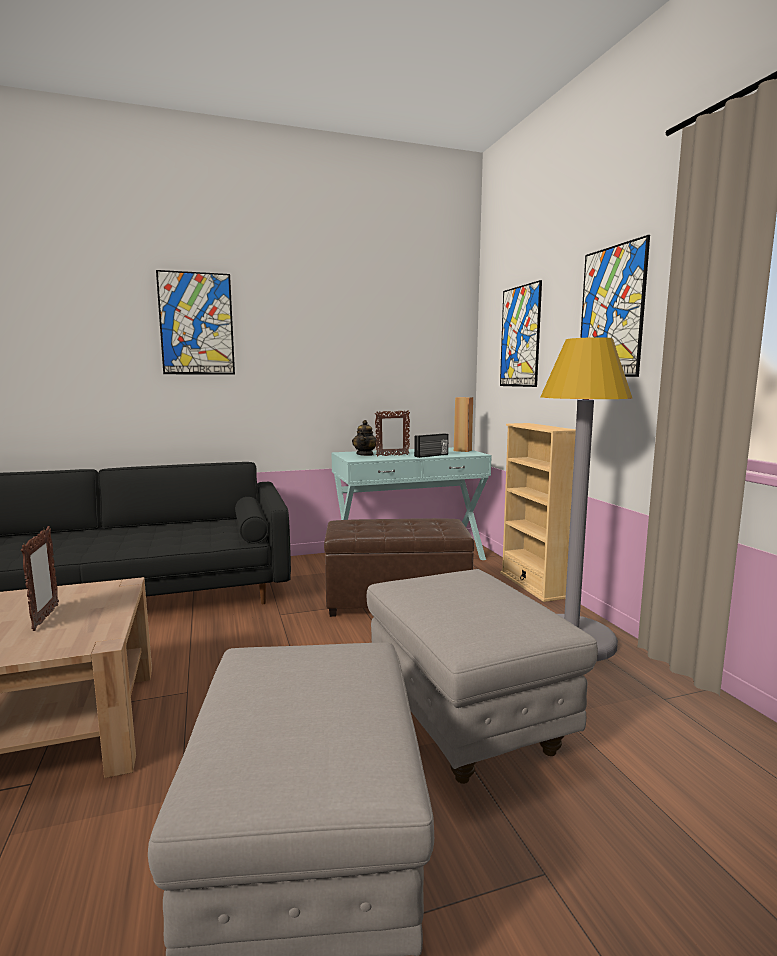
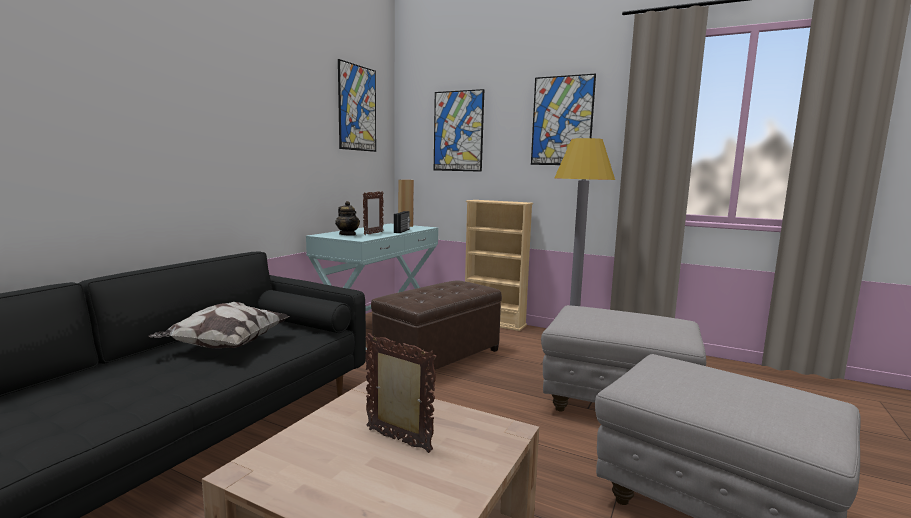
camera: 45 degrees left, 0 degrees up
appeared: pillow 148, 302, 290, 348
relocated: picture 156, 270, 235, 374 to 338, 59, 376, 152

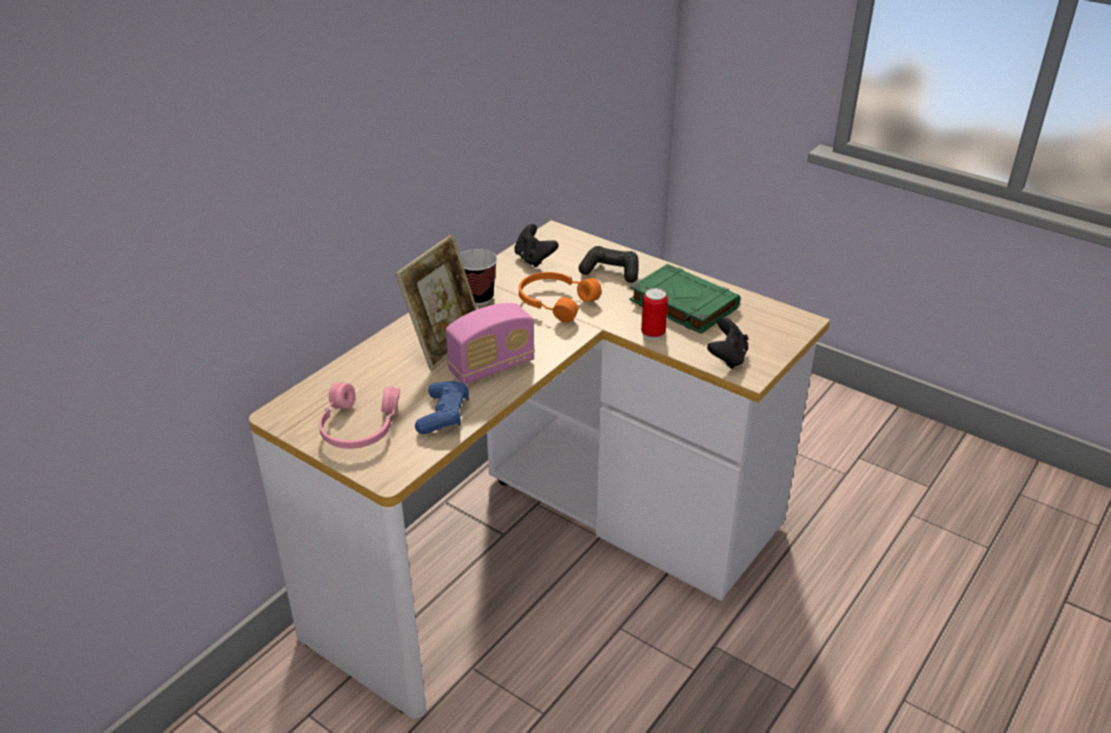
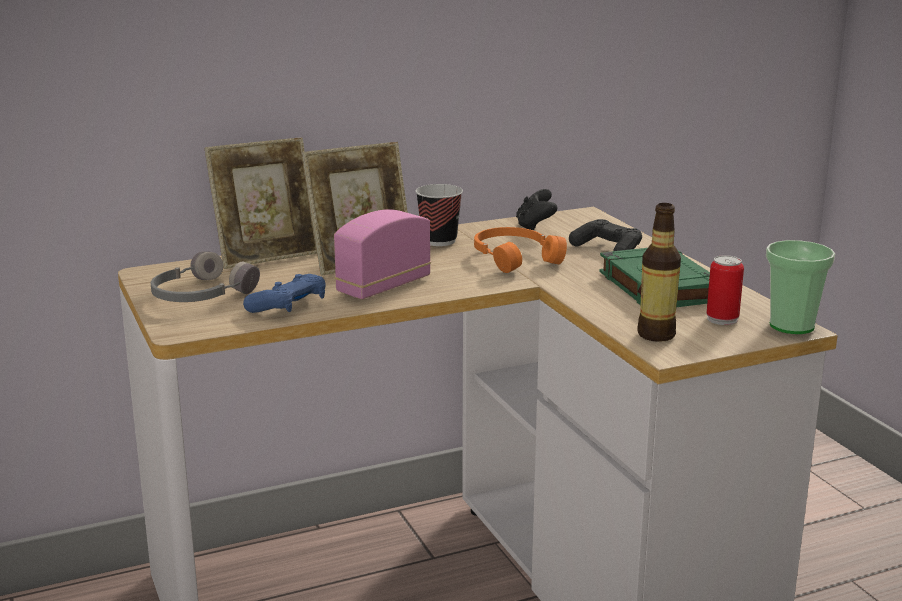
camera: 30 degrees right, 15 degrees down
appeared: picture_frame 204, 138, 317, 269; cup 766, 240, 835, 334
relocated: can 641, 288, 668, 340 to 707, 255, 744, 325
exchanged: black_game_controller 707, 317, 748, 369 to bottle 637, 203, 681, 342
colour: pink_headphones 319, 383, 400, 449 to grey_headphones 151, 251, 260, 302
spun: radio 446, 303, 535, 384 = 334, 209, 431, 299 135 degrees clockwise

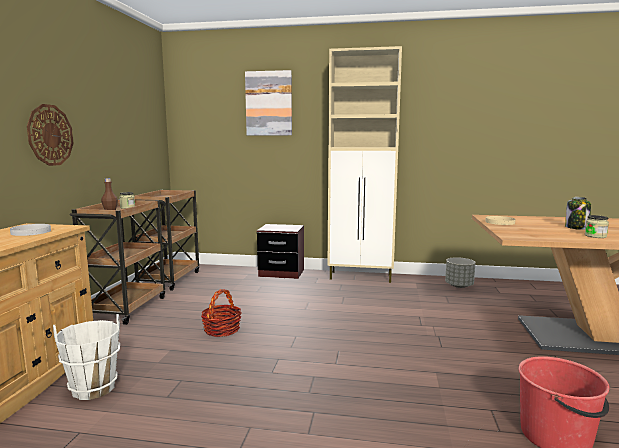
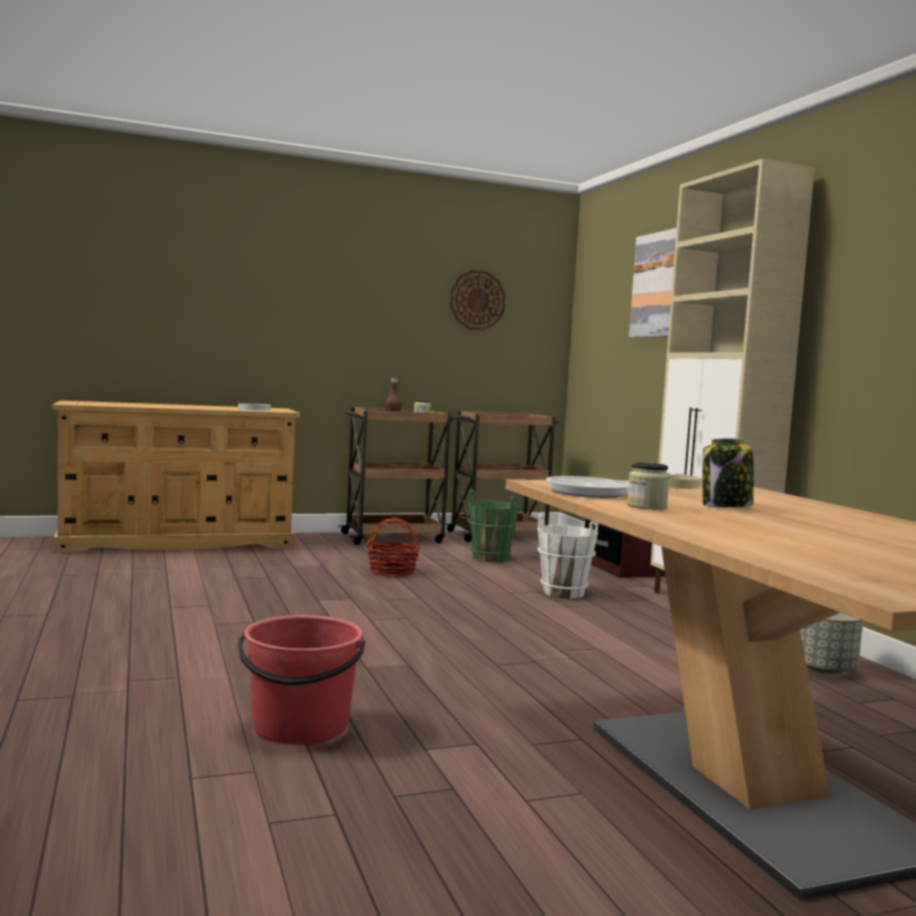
camera: 60 degrees right, 5 degrees down
appeared: green_bucket 468, 489, 520, 562; frying_pan 546, 473, 677, 498
relocated: wall_clock 27, 104, 73, 166 to 450, 270, 506, 331; white_bucket 53, 314, 120, 400 to 537, 513, 598, 599

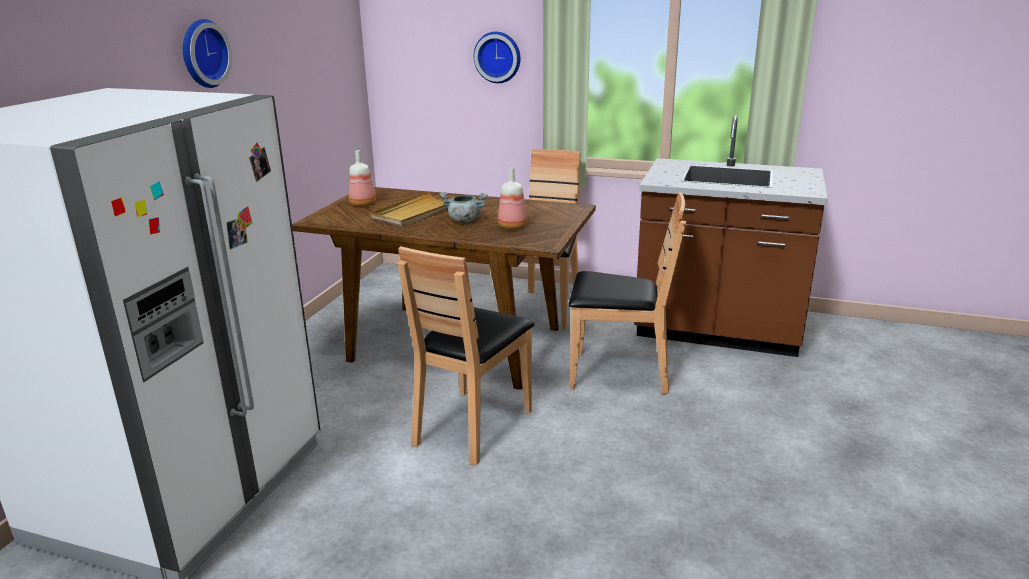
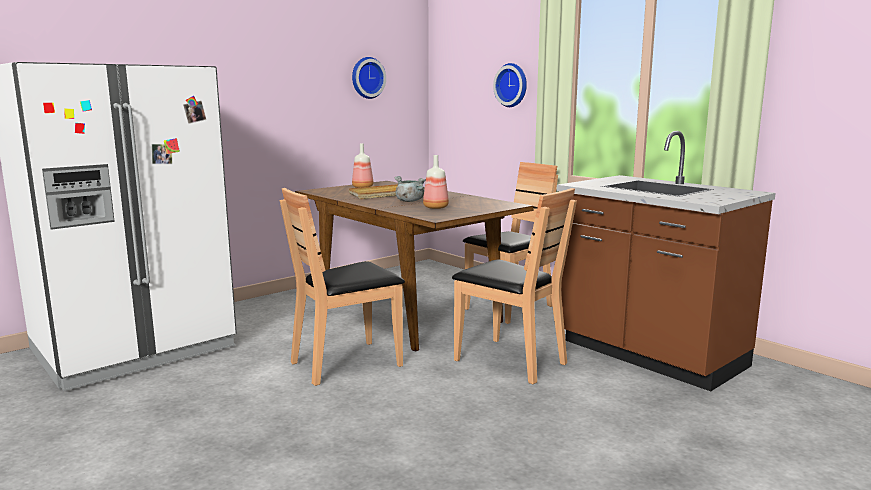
camera: 30 degrees right, 10 degrees down
relocated: wall_clock 183, 19, 232, 88 to 352, 57, 386, 99

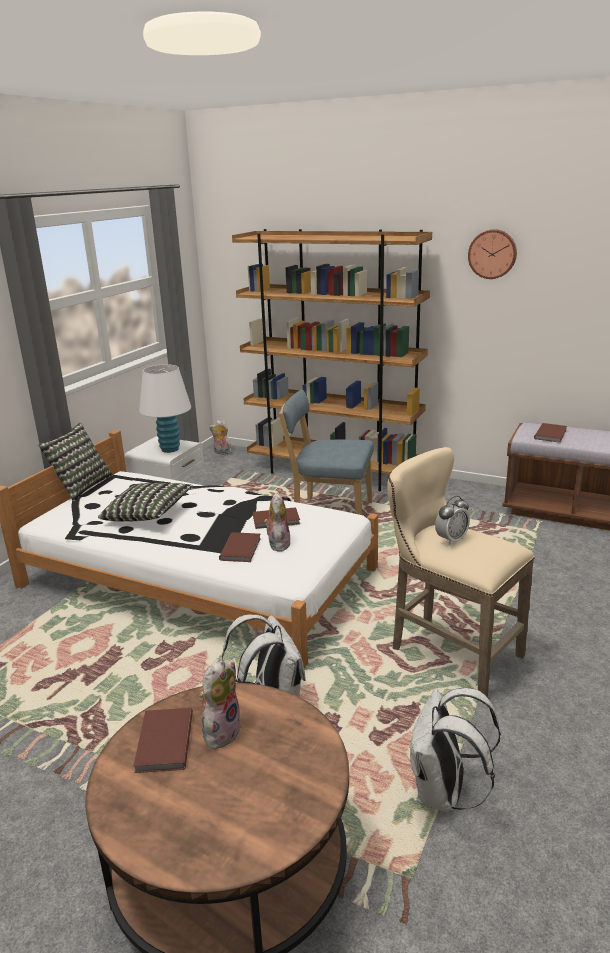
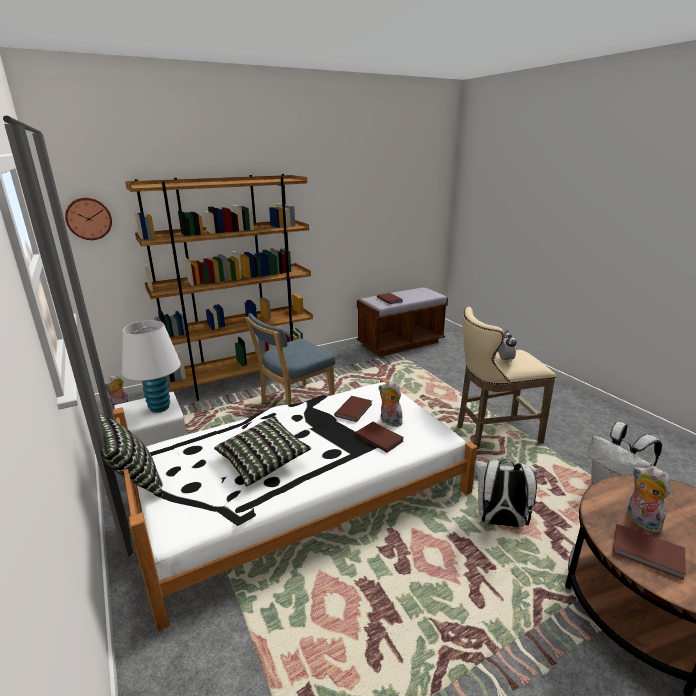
camera: 55 degrees left, 0 degrees up
relocated: wall_clock 468, 229, 517, 279 to 65, 198, 112, 240

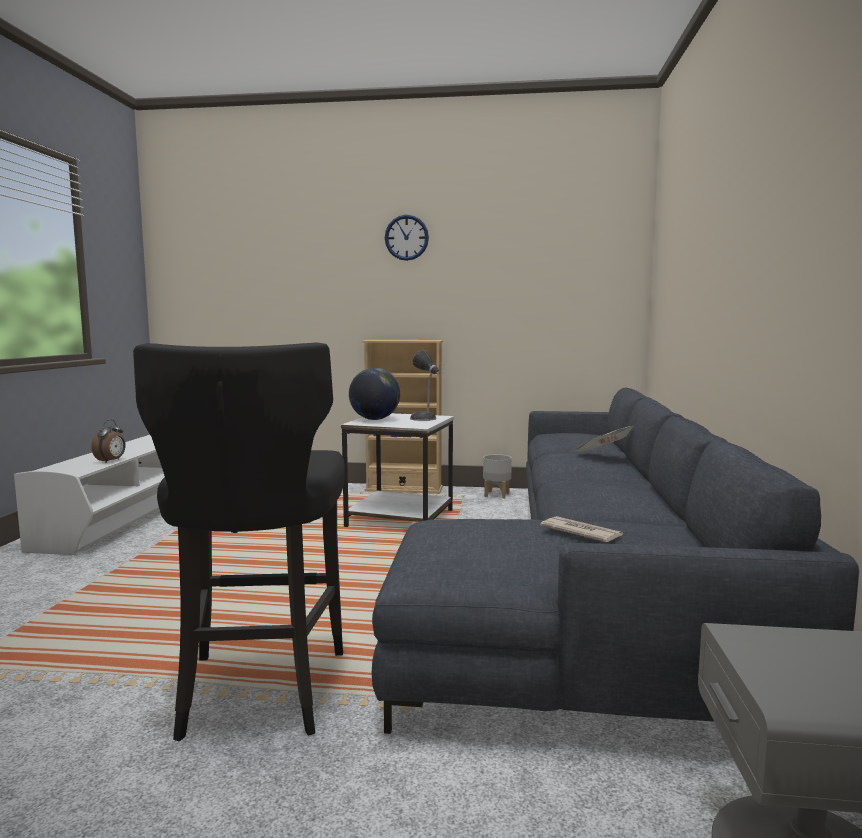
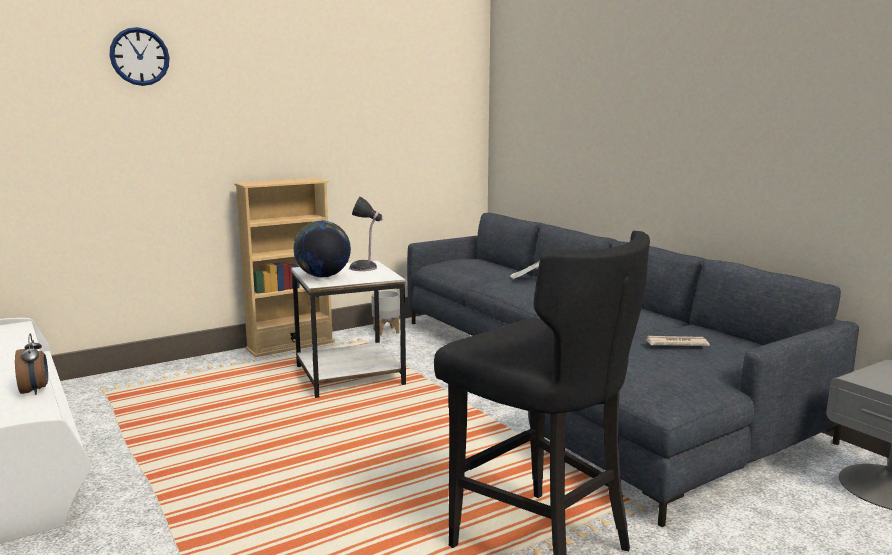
camera: 40 degrees left, 5 degrees up
relocated: wall_clock 385, 215, 429, 261 to 109, 27, 169, 86

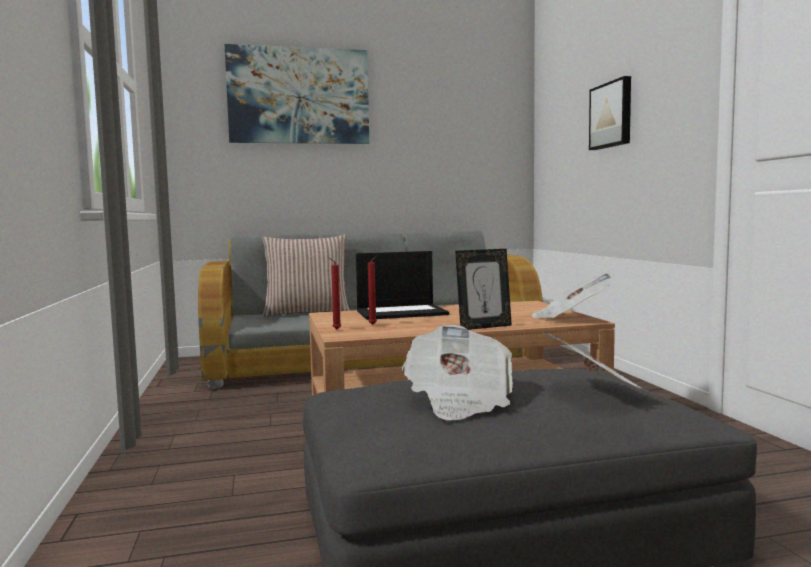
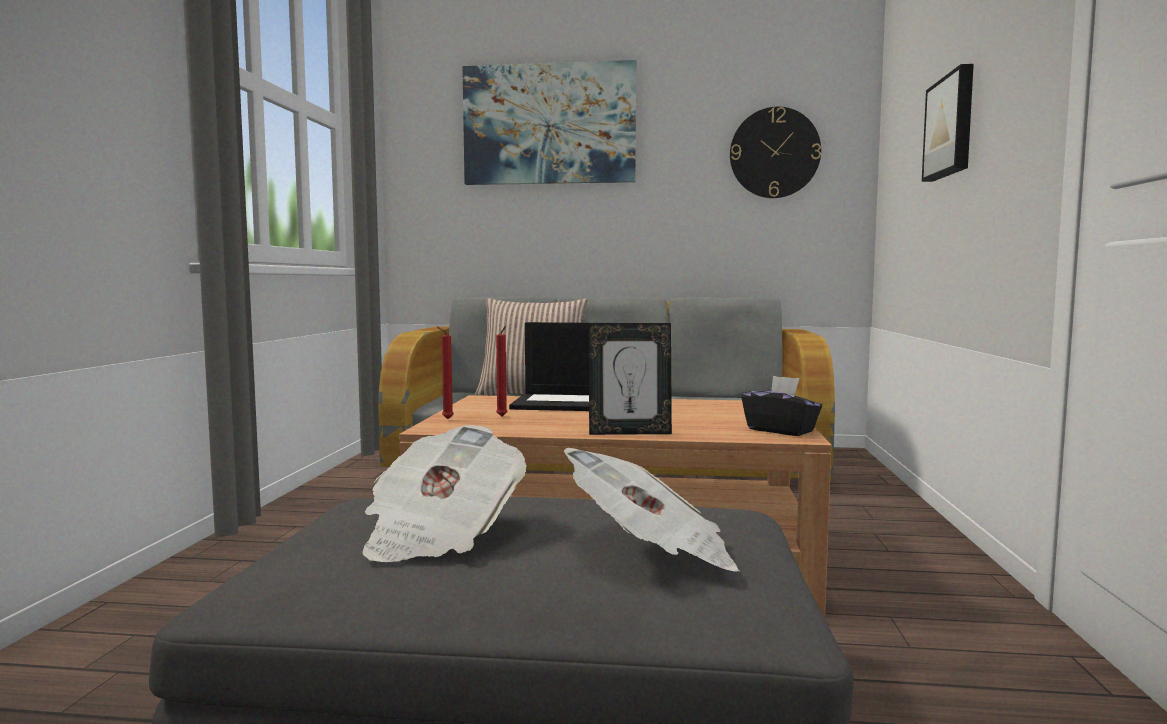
camera: 20 degrees right, 0 degrees up
appeared: wall_clock 730, 107, 821, 198
exchanged: newspaper 532, 273, 614, 319 to black_tissue_box 741, 376, 822, 436

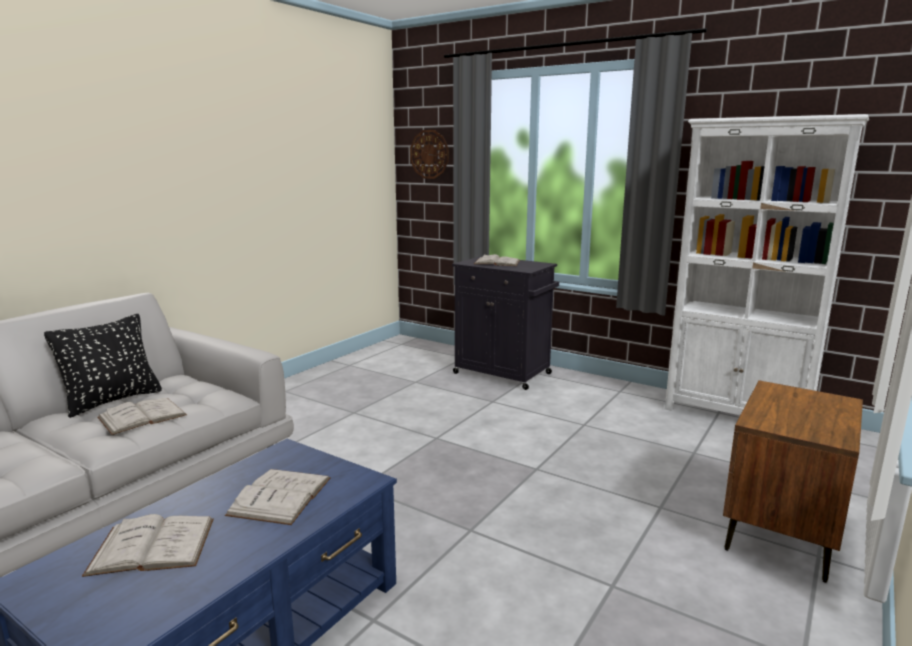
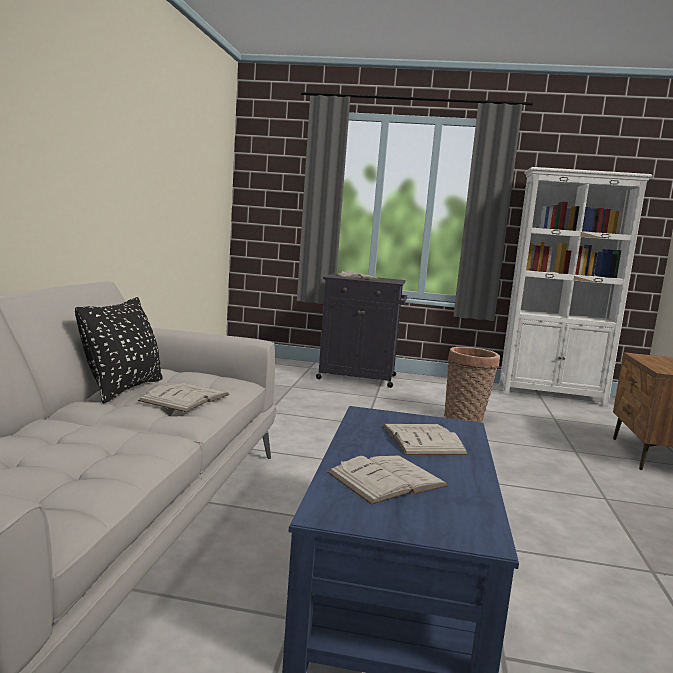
camera: 25 degrees left, 5 degrees down
missing: wall_clock 410, 130, 449, 179
appeared: basket 444, 347, 500, 422

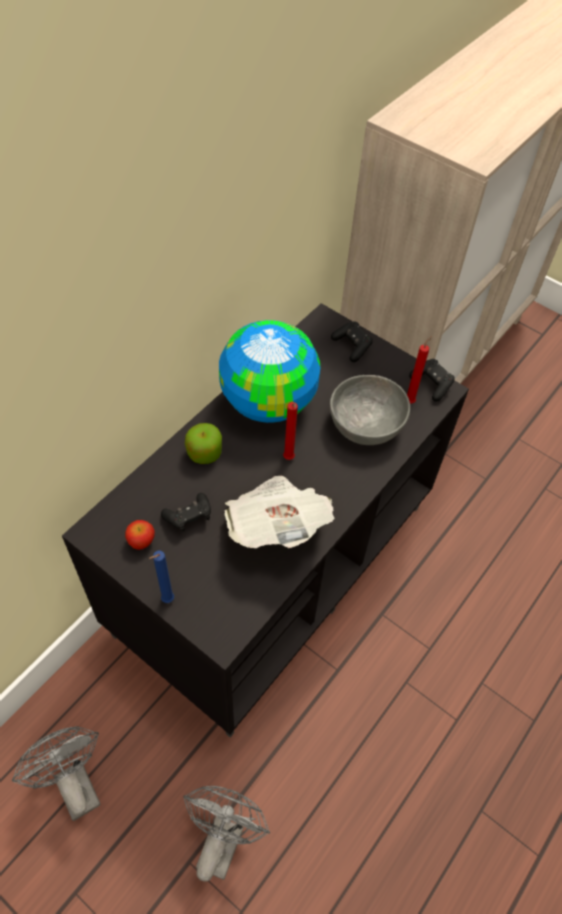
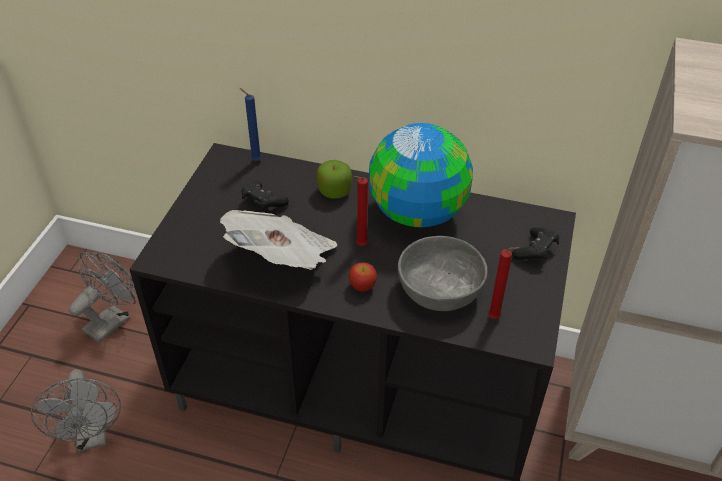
camera: 70 degrees right, 10 degrees down
missing: black_game_controller 409, 359, 455, 402
relocated: blue_candle 149, 551, 174, 603 to 240, 88, 261, 161; apple 125, 520, 155, 550 to 348, 262, 377, 292
spun: grey_fan 183, 786, 270, 882 = 31, 369, 121, 452 75 degrees clockwise

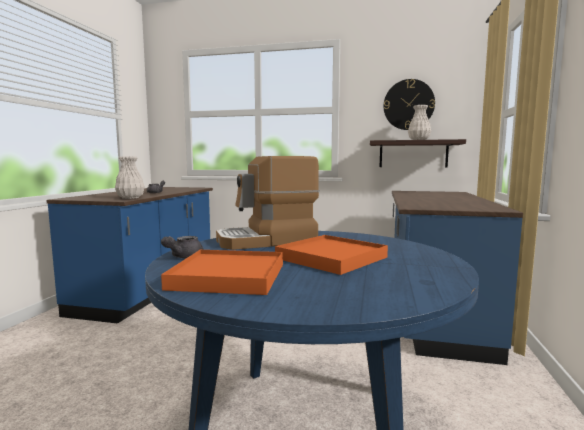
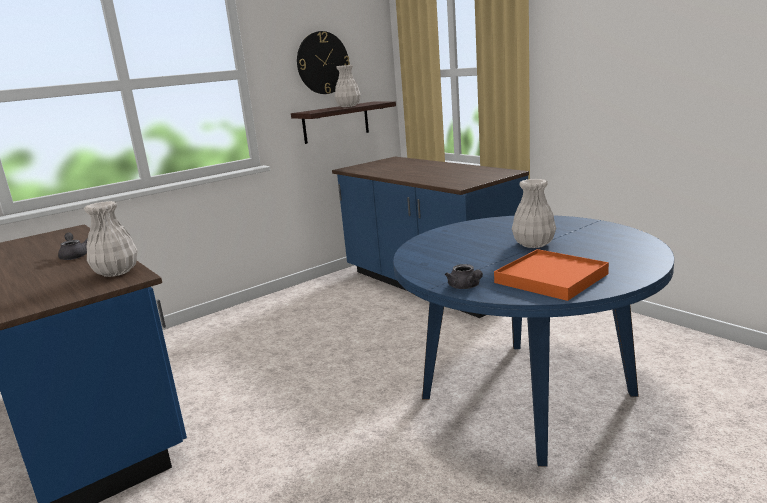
camera: 50 degrees left, 10 degrees up
missing: coffee_machine 216, 156, 319, 250
exchanged: orange_tray 275, 235, 388, 275 to white_vase 512, 179, 556, 248

